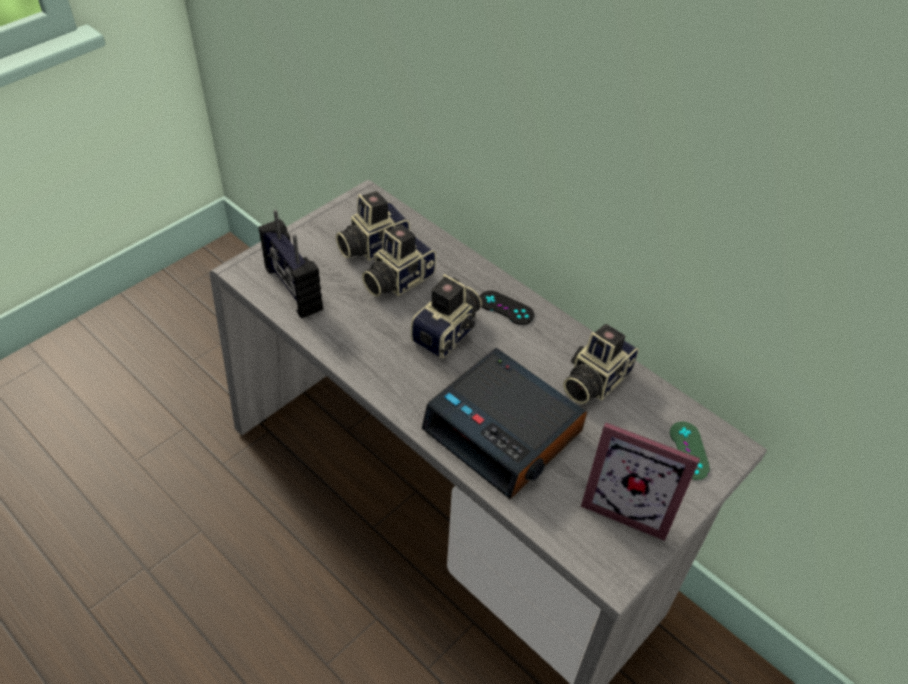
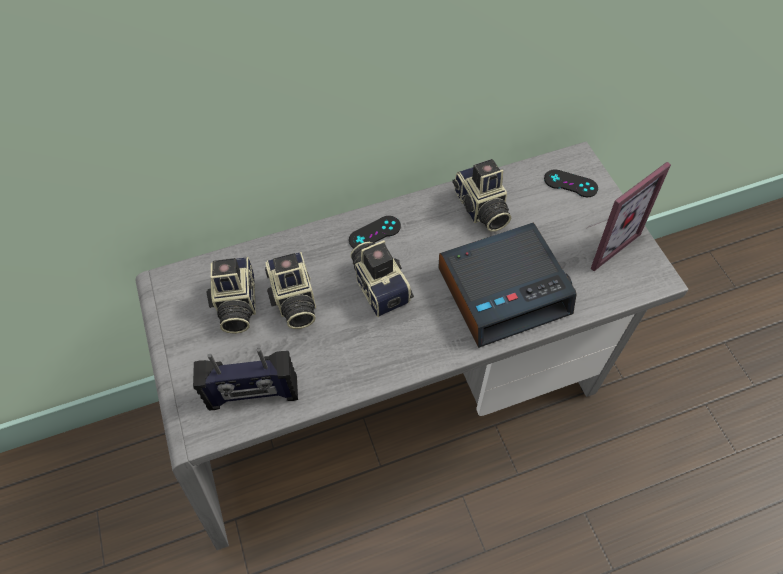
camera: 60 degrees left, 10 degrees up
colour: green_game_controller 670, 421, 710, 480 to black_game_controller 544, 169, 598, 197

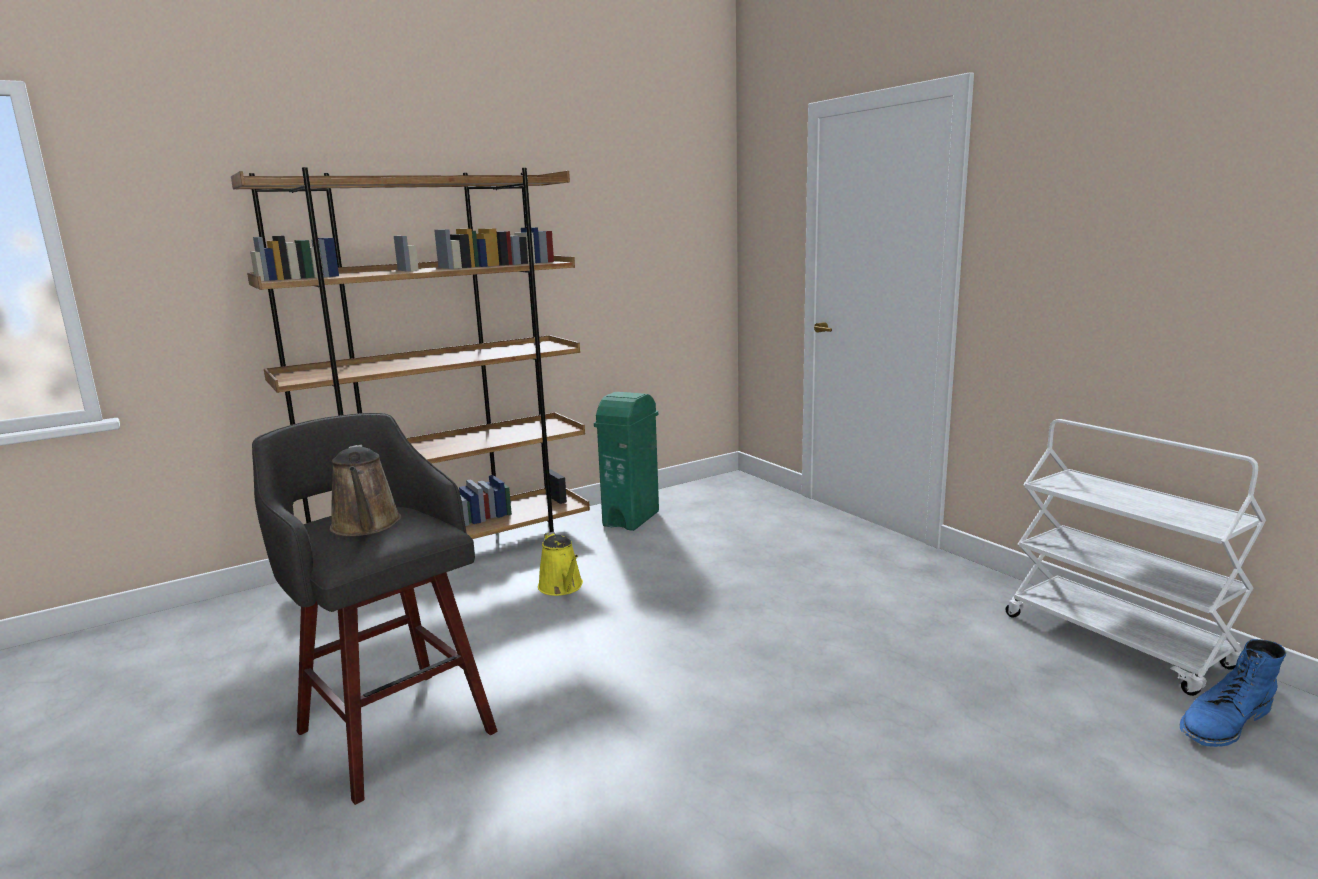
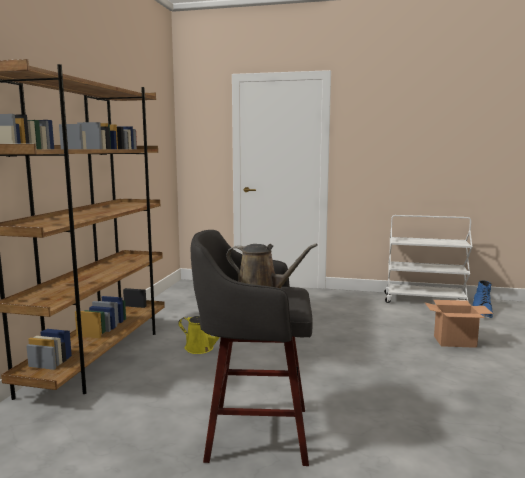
camera: 45 degrees left, 5 degrees down
missing: green_trash_can 594, 392, 659, 531
appeared: cardboard_box 424, 300, 493, 348

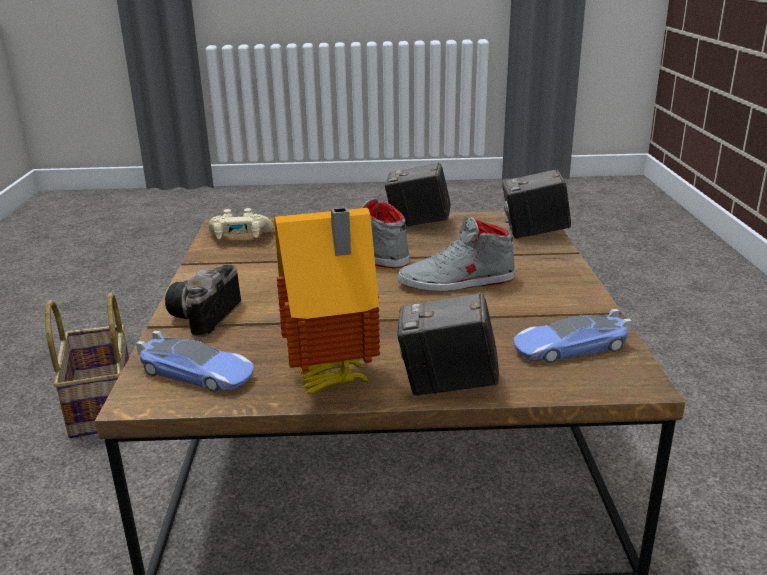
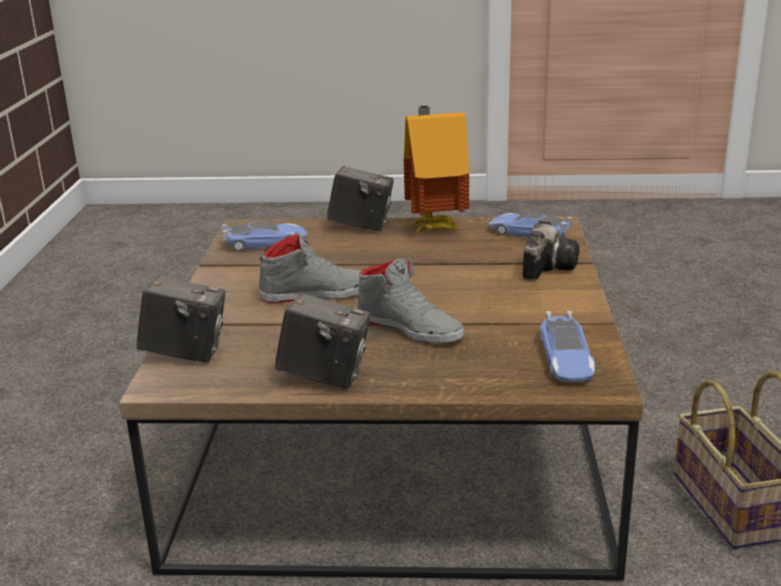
camera: 175 degrees left, 0 degrees up
exchanged: beige_game_controller 208, 208, 273, 239 to toy_car 540, 311, 595, 382

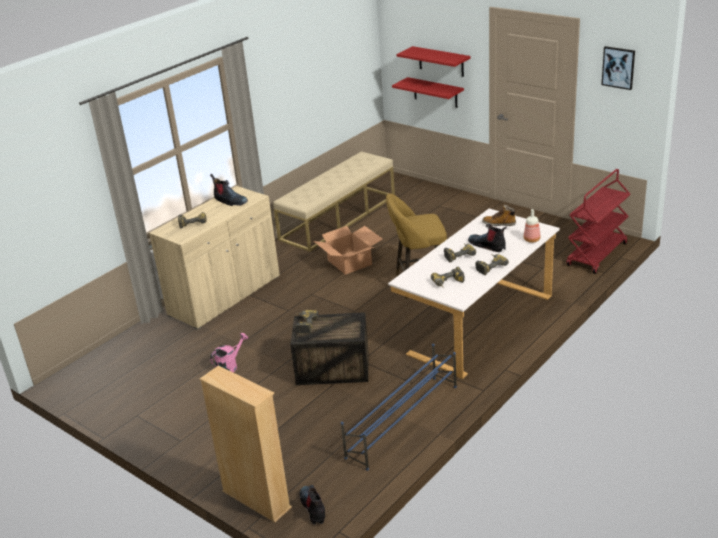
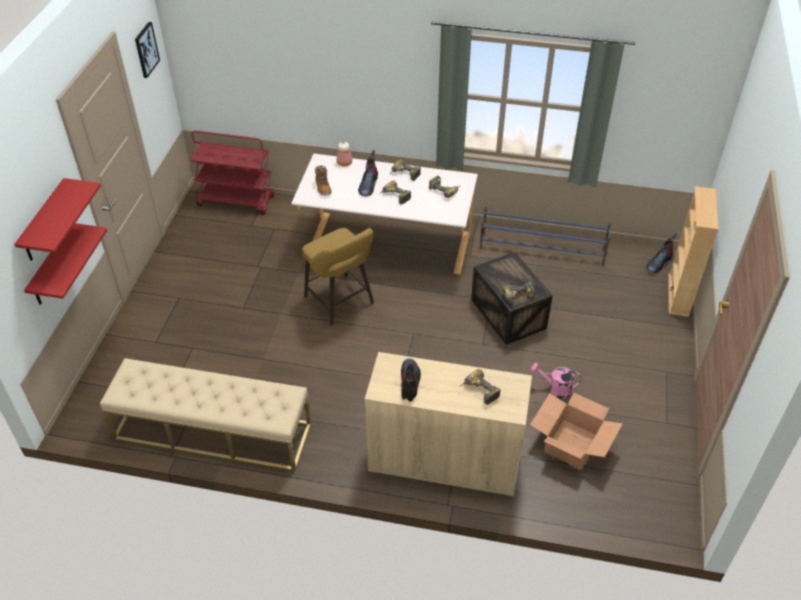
camera: 120 degrees left, 15 degrees up
relocated: cardboard_box 314, 226, 383, 275 to 530, 392, 623, 470

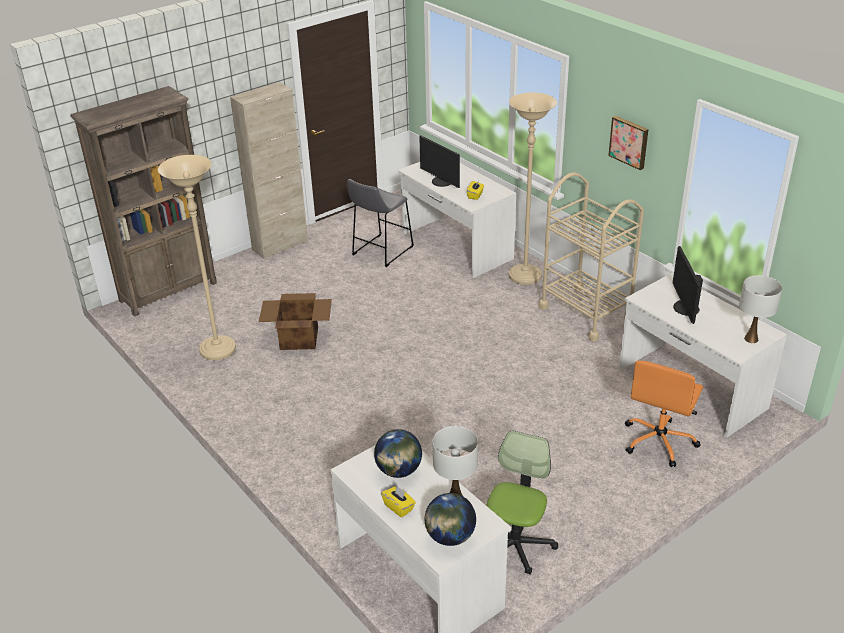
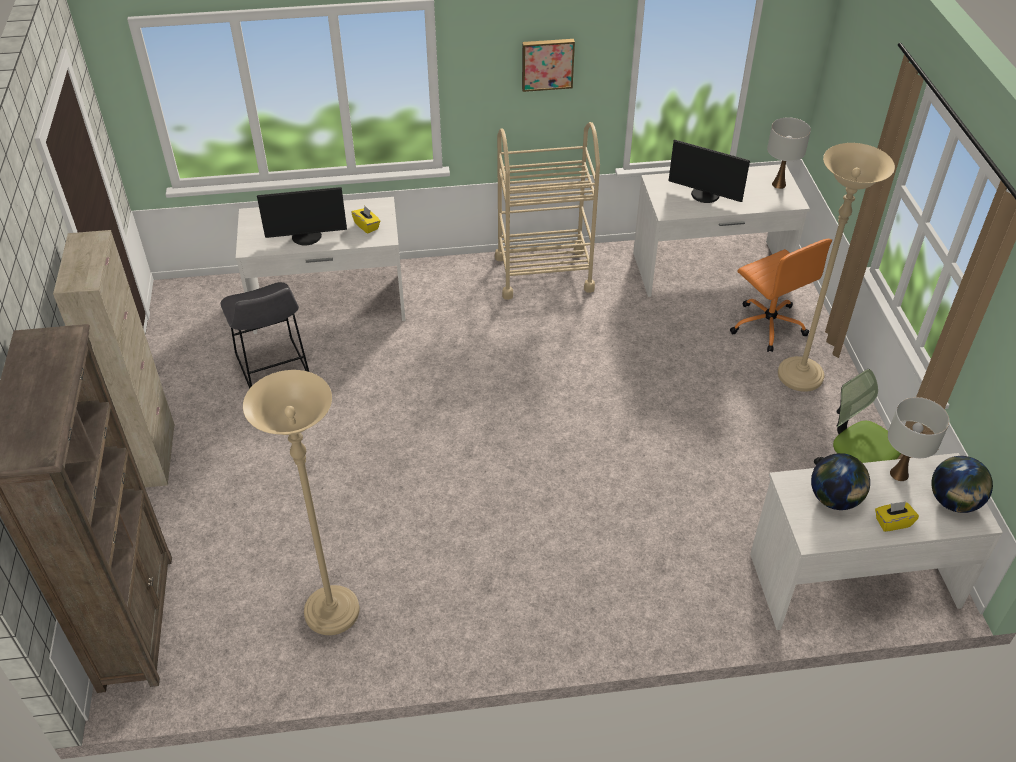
camera: 60 degrees left, 10 degrees up
missing: cardboard_box 259, 293, 332, 350
relocated: beige_floor_lamp 509, 93, 557, 285 to 778, 143, 895, 392

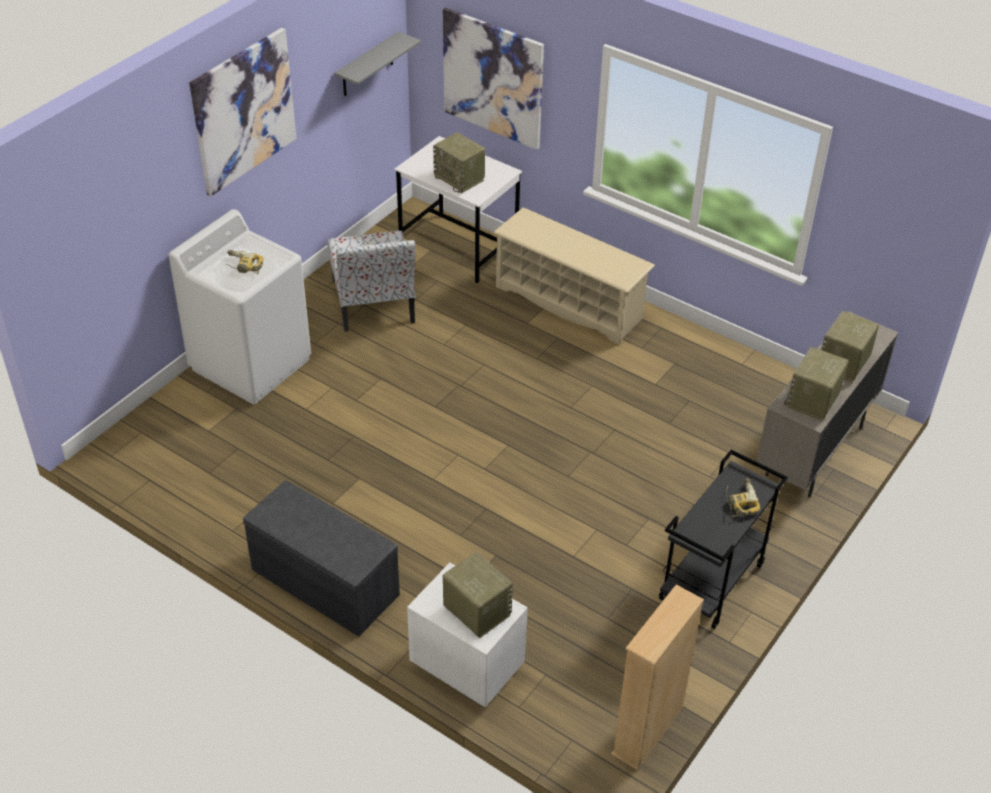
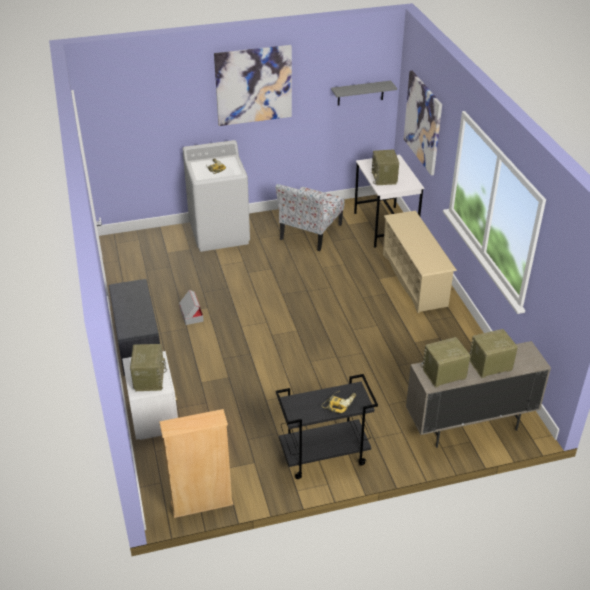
camera: 40 degrees right, 5 degrees down
appeared: cardboard_box 179, 290, 204, 325

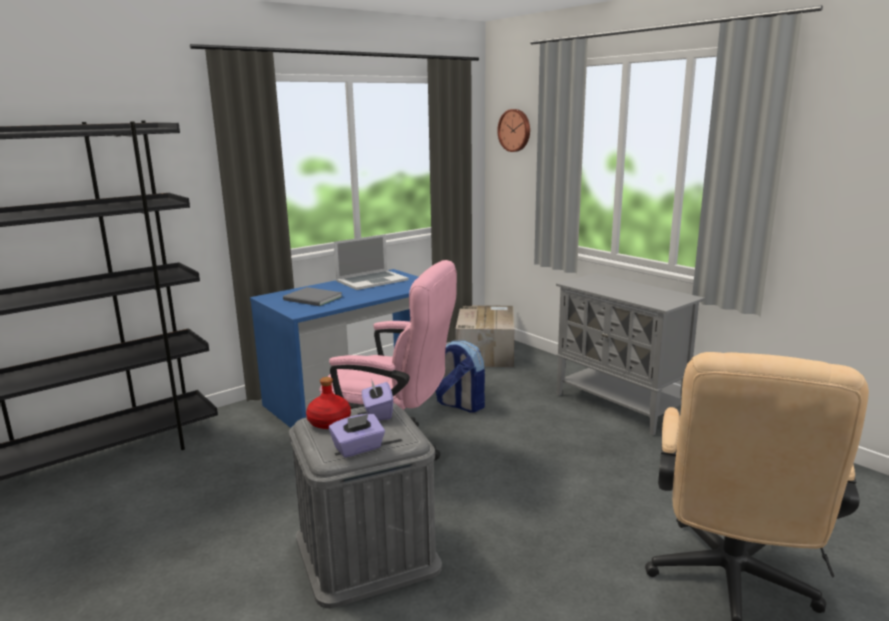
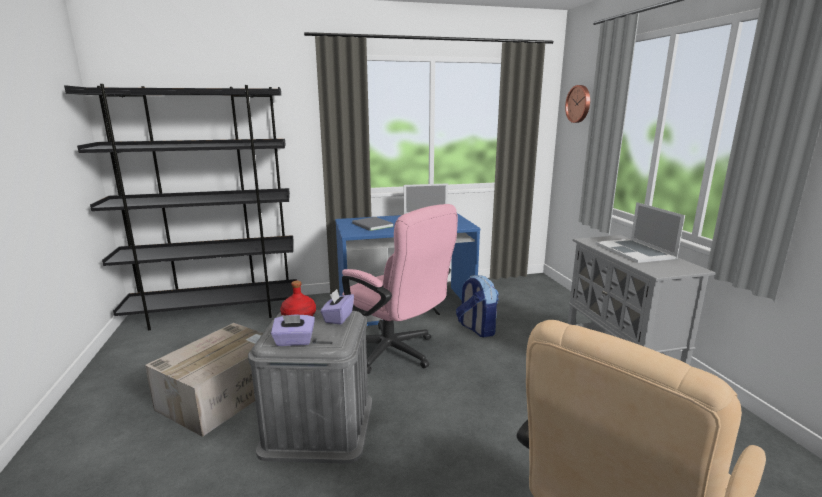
camera: 25 degrees right, 0 degrees up
appeared: laptop 596, 202, 685, 263
relocated: cardboard_box 455, 305, 514, 367 to 145, 323, 263, 437

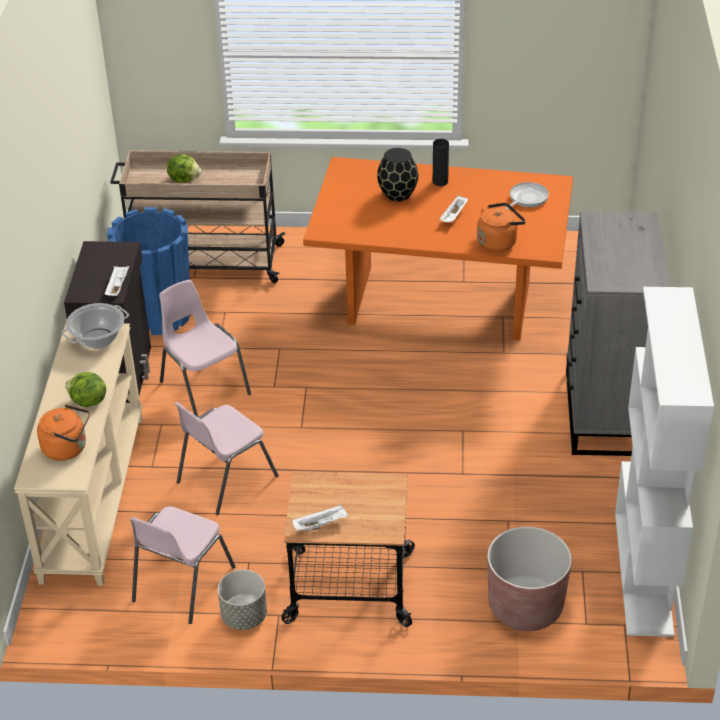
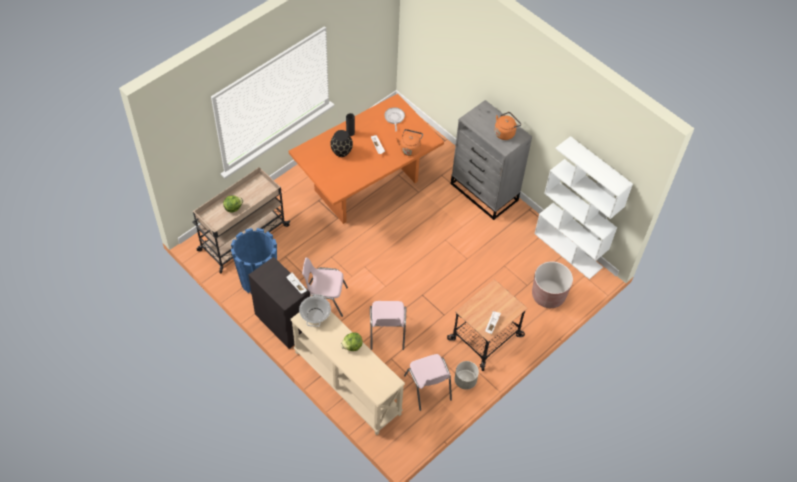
camera: 50 degrees left, 15 degrees up
relocated: orange_kettle 37, 404, 90, 461 to 494, 112, 521, 140

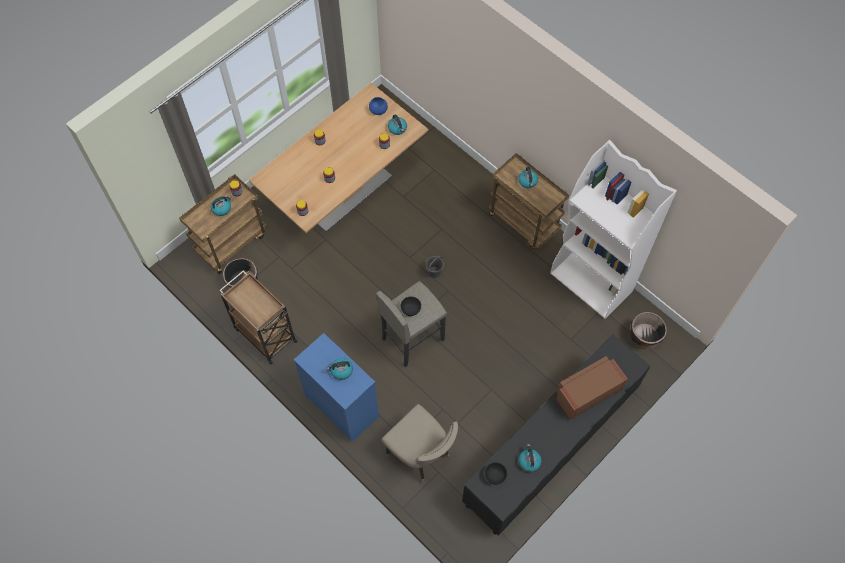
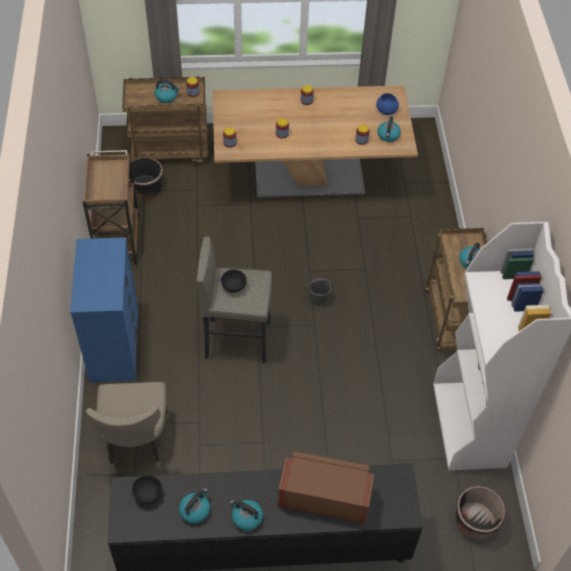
camera: 40 degrees right, 10 degrees down
relocated: kettle 326, 358, 353, 380 to 230, 500, 263, 531

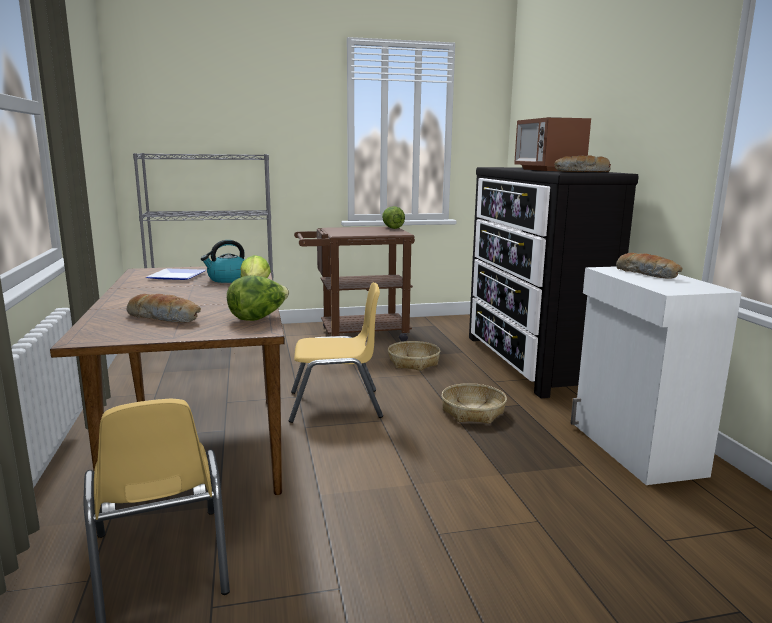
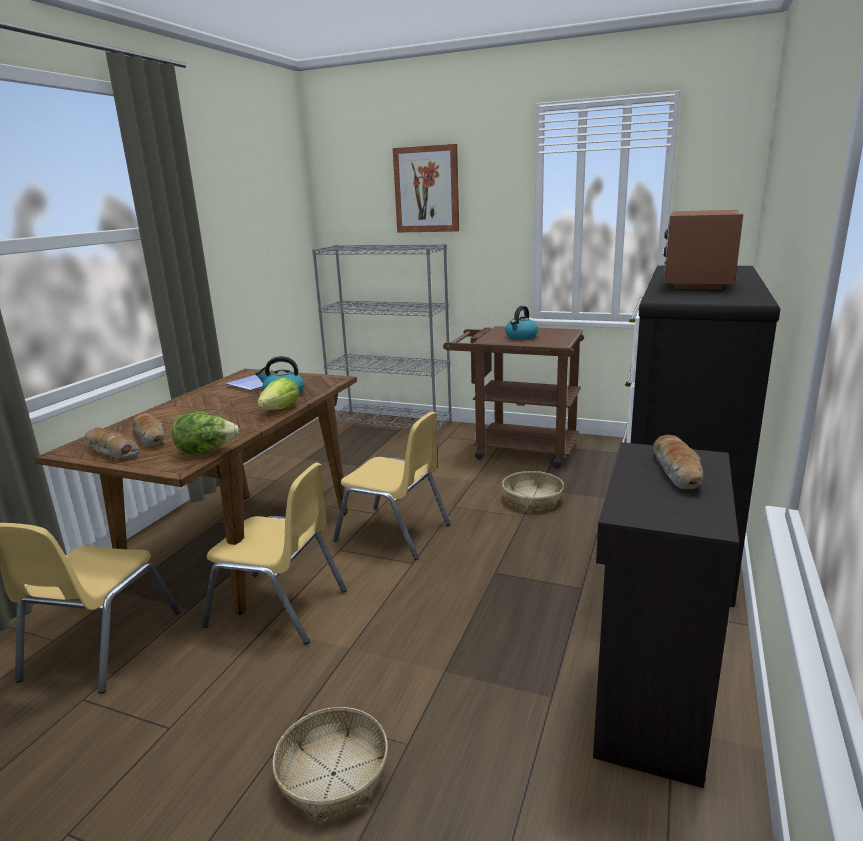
camera: 35 degrees right, 5 degrees up
missing: lettuce 382, 206, 405, 229
appeared: yellow_chair 202, 463, 347, 644; picture 393, 144, 459, 233; kettle 505, 306, 538, 340
relocated: bread 554, 155, 611, 172 to 85, 427, 139, 459; basket 441, 383, 507, 424 to 272, 707, 388, 822
colour: white_cabinet 571, 266, 742, 485 to black_cabinet 593, 442, 739, 788

